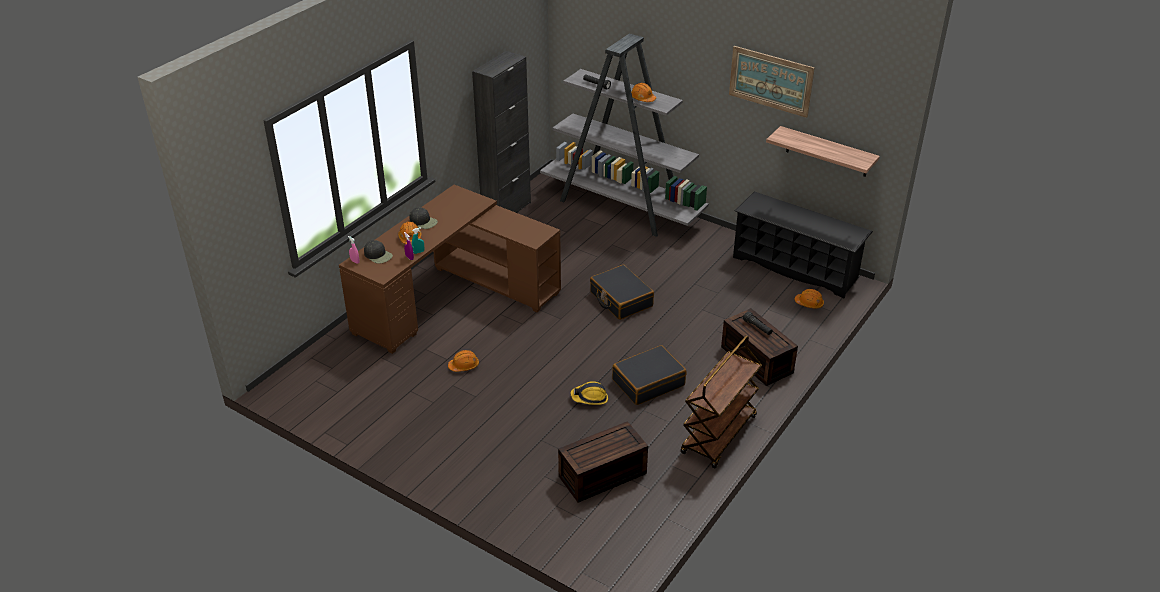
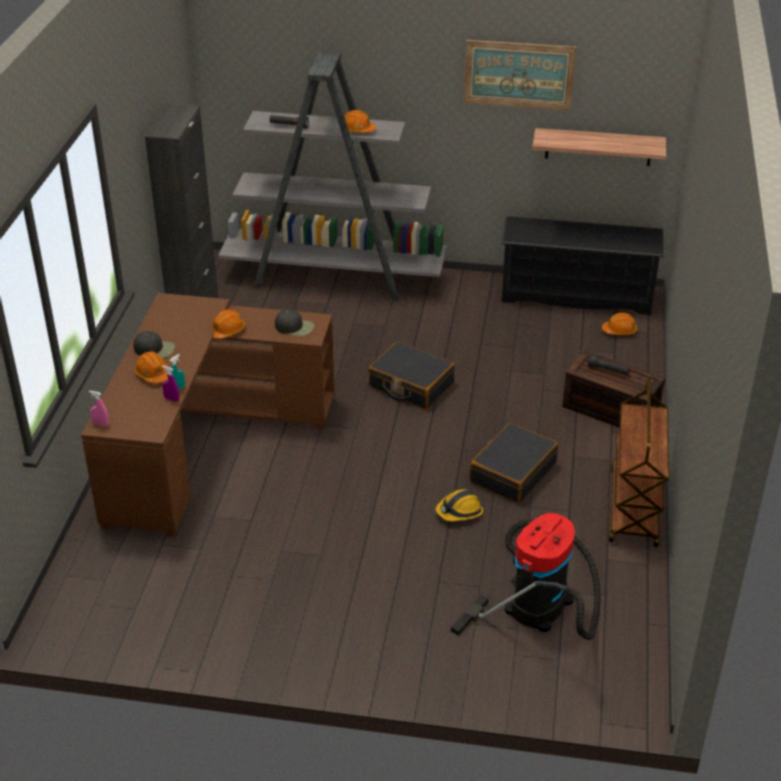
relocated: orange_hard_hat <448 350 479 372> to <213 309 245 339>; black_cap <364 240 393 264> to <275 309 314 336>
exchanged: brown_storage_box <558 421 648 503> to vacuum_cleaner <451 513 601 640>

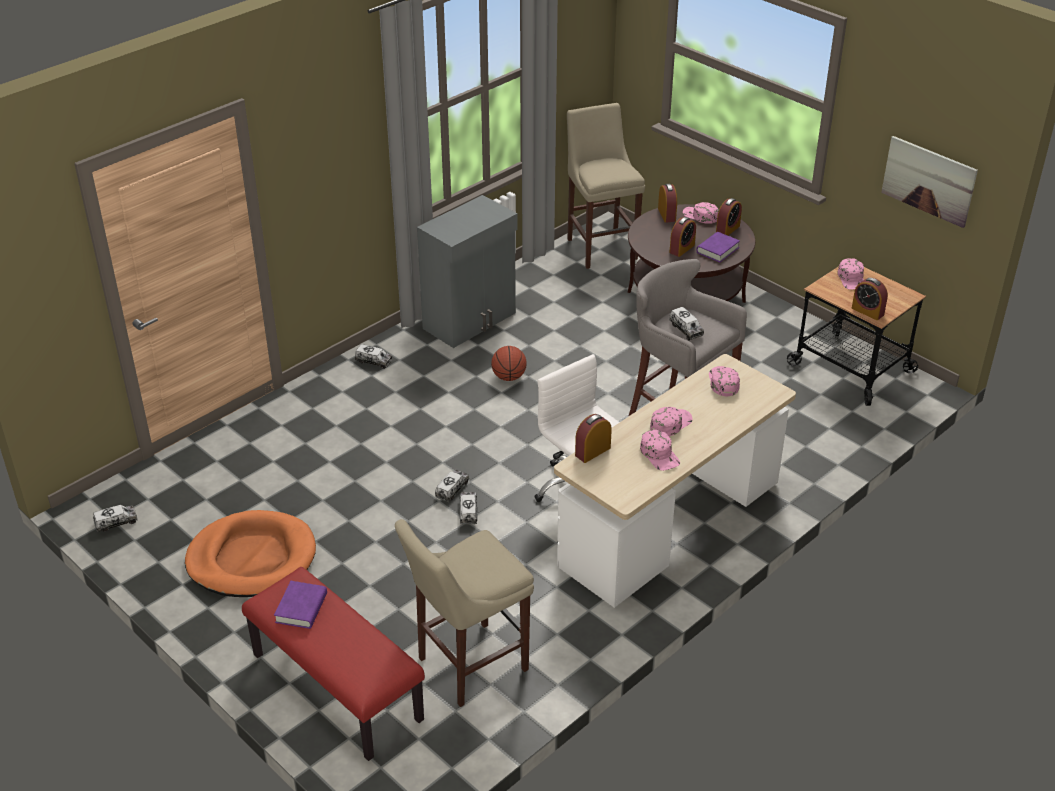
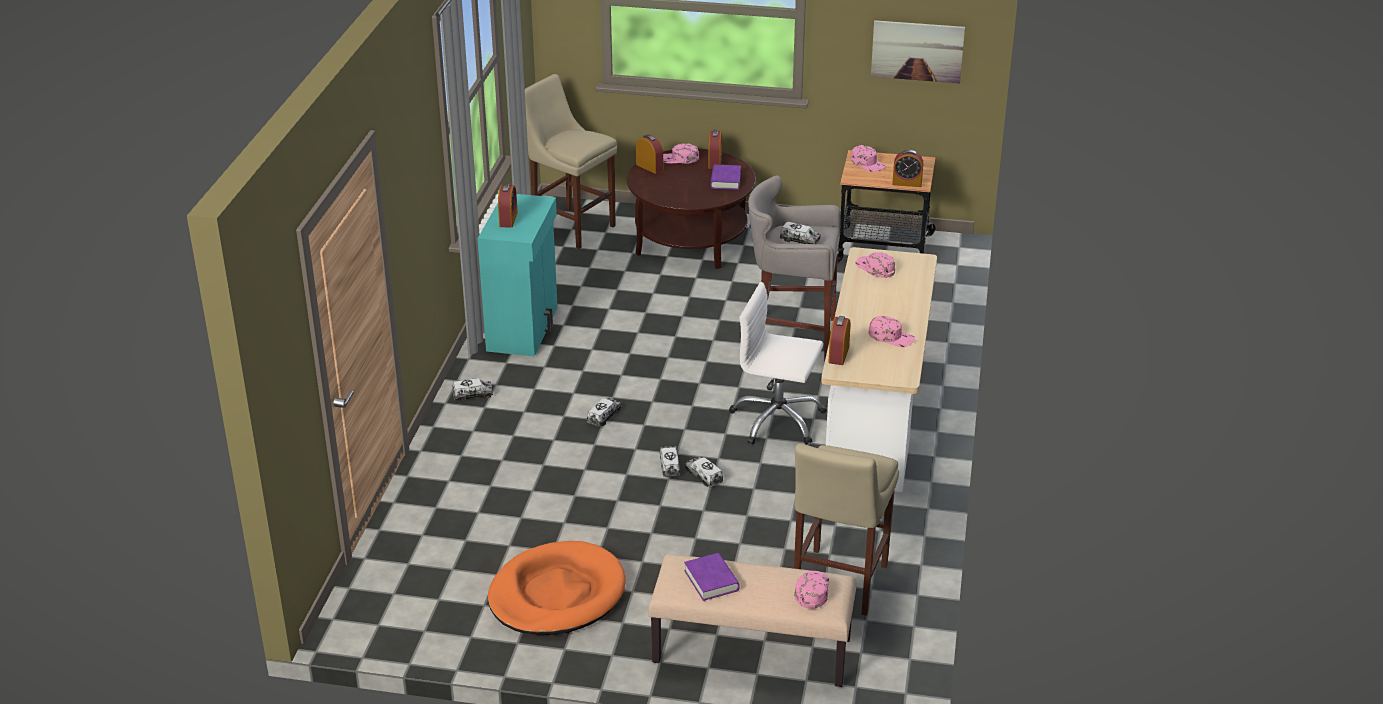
missing: basketball <491 346 527 381>
relocated: alarm_clock <669 217 696 257> to <498 183 518 228>; toy_truck <93 505 138 532> to <587 398 622 427>; pink_cap <650 407 693 436> to <794 571 829 609>
colour: grey_cabinet <417 195 518 348> to turquoise_cabinet <477 194 558 356>; red_bench <242 567 425 761> to beige_bench <648 554 856 687>

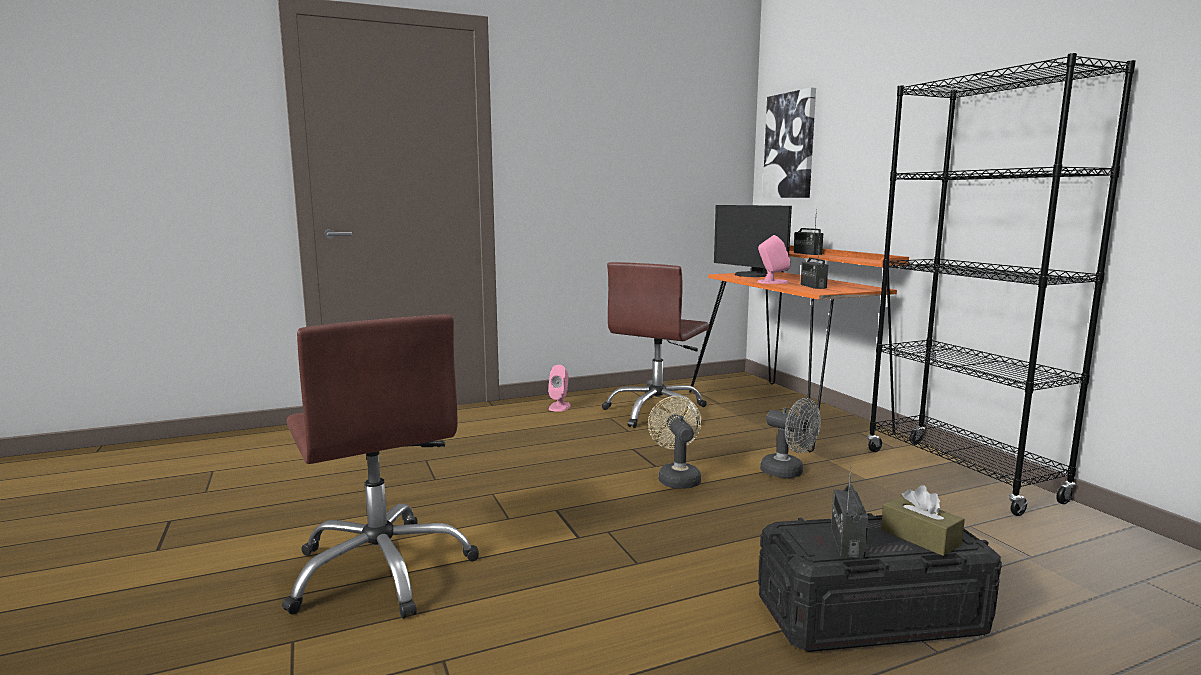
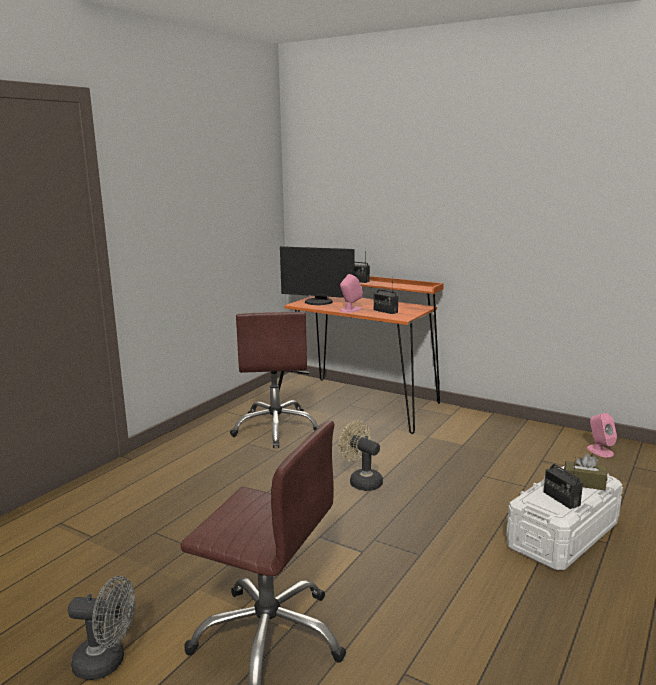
missing: picture <762 87 816 198>; black_bookcase <867 53 1136 516>
relocated: grey_fan <760 398 821 478> to <68 576 135 680>; pink_speaker <548 365 571 412> to <587 413 617 457>
colour: black_storage_box <758 513 1002 652> to white_storage_box <506 465 623 570>

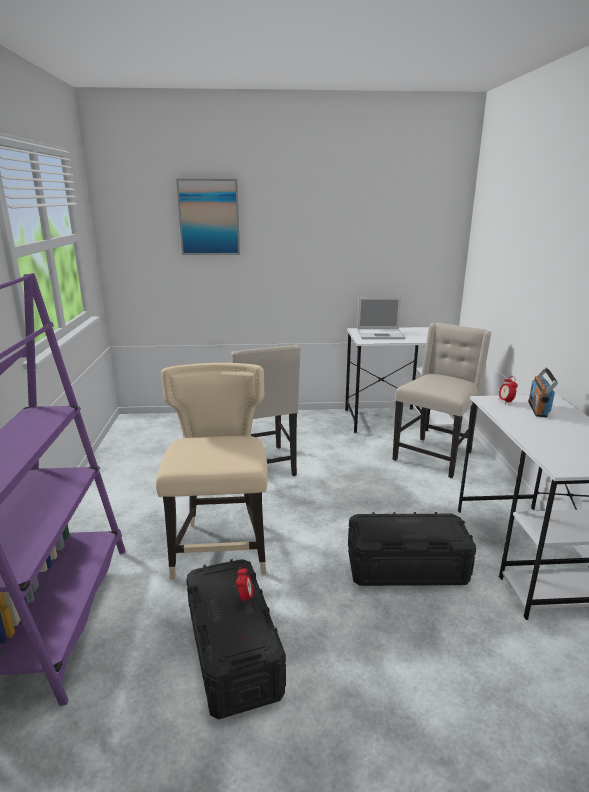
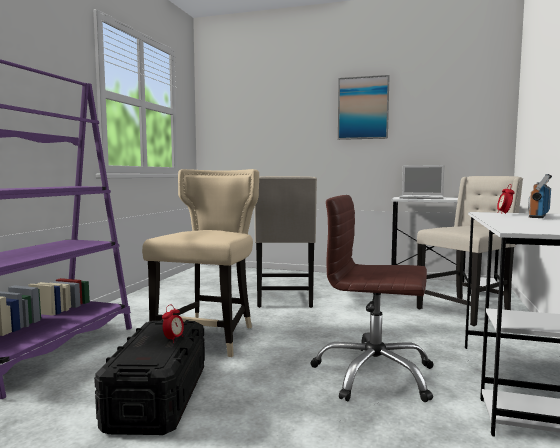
relocated: picture <176 179 240 255> to <338 75 390 140>
exchanged: black_storage_box <348 512 476 586> to brown_office_chair <311 195 433 402>

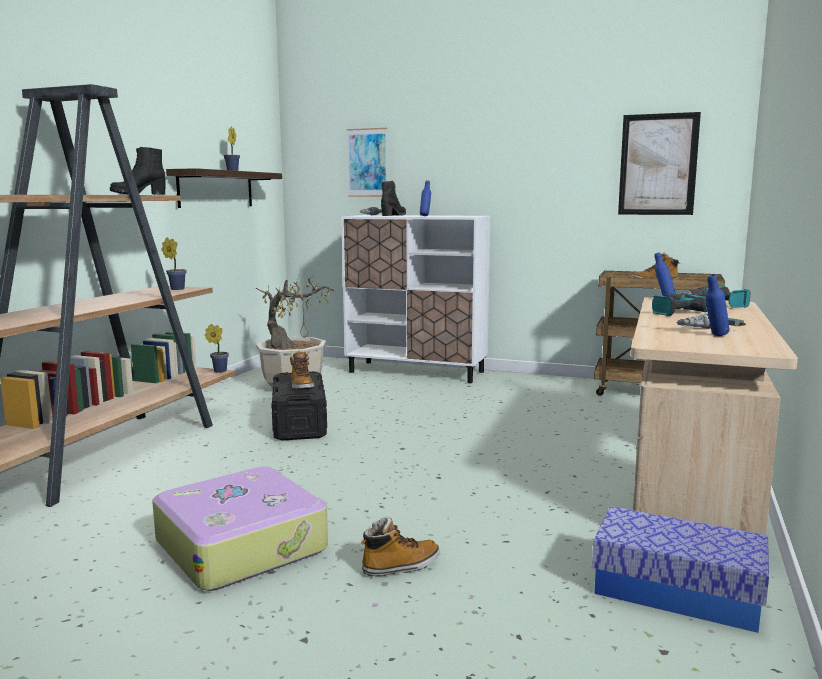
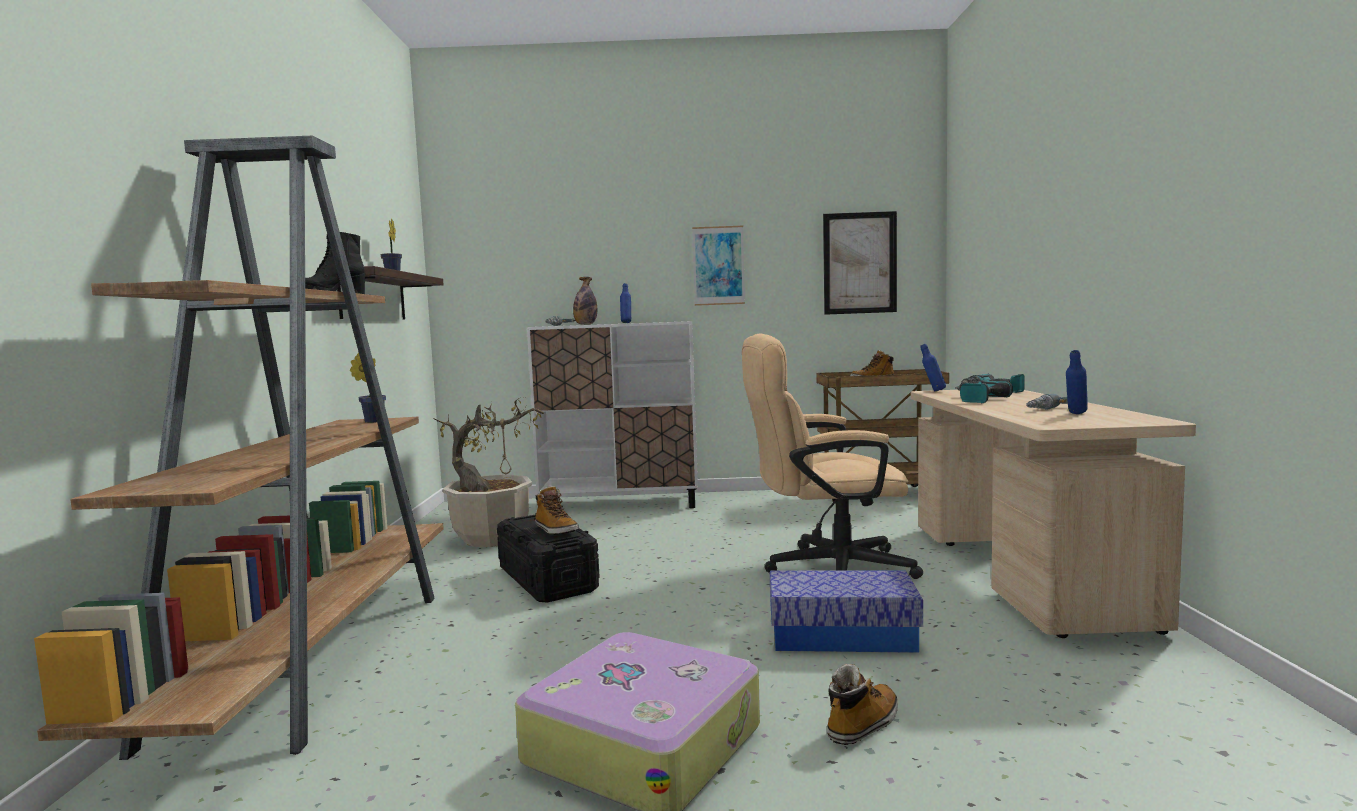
missing: potted_plant <204 324 229 372>
appeared: beige_office_chair <742 334 923 579>
relocated: picture <347 128 388 197> to <692 226 745 306>; storage_box <592 506 769 633> to <770 570 923 653>
exchanged: black_boot <381 181 406 216> to bottle <573 277 597 325>

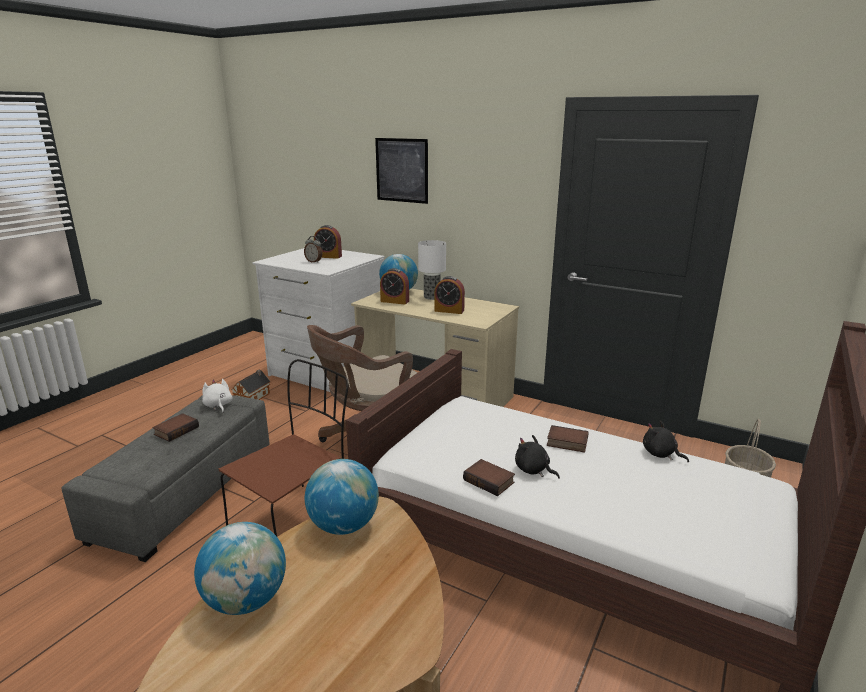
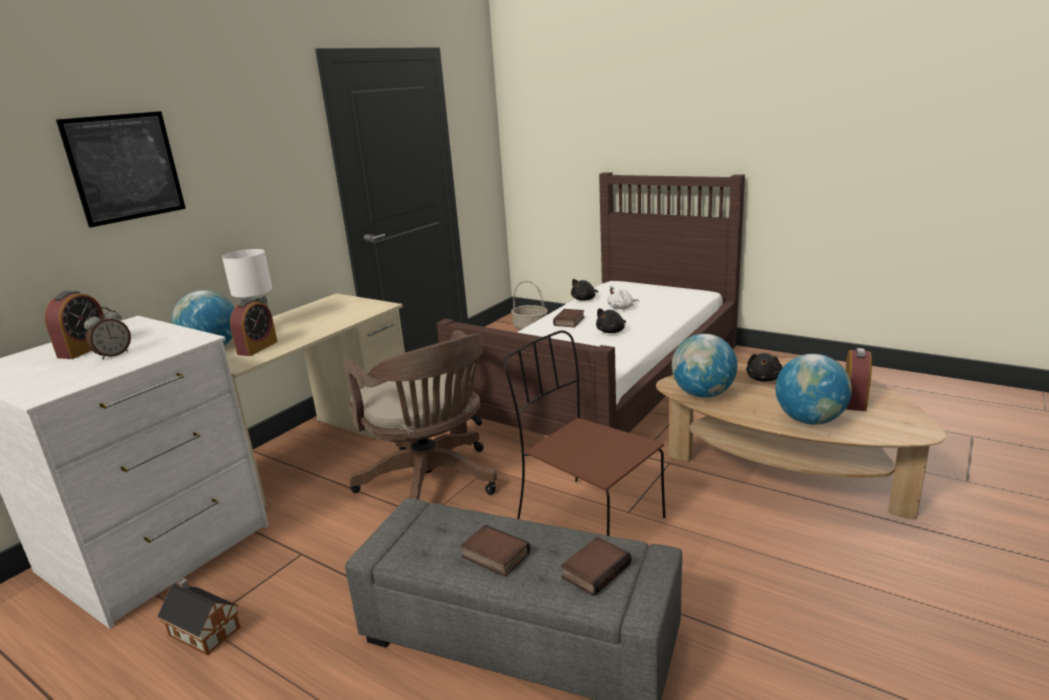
appeared: black_plush_toy <746 353 783 382>
relocated: book <463 459 515 496> to <561 537 631 596>; white_plush_toy <202 379 232 413> to <607 286 639 309>; alarm_clock <434 276 465 314> to <845 348 872 411>

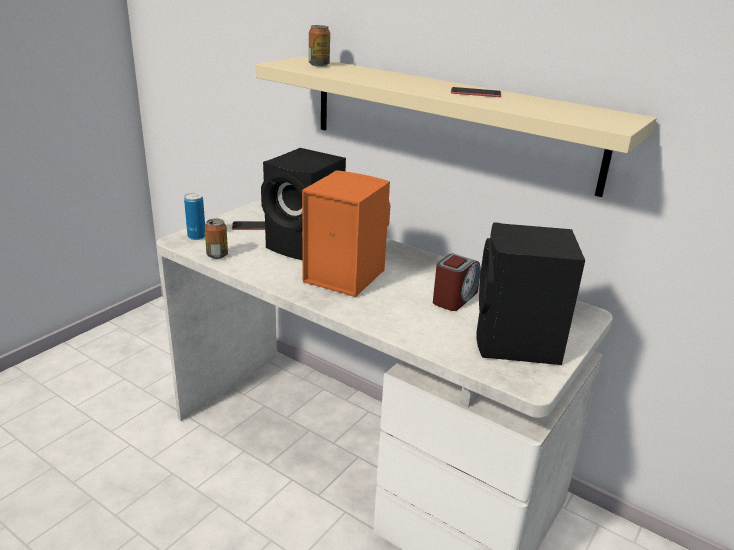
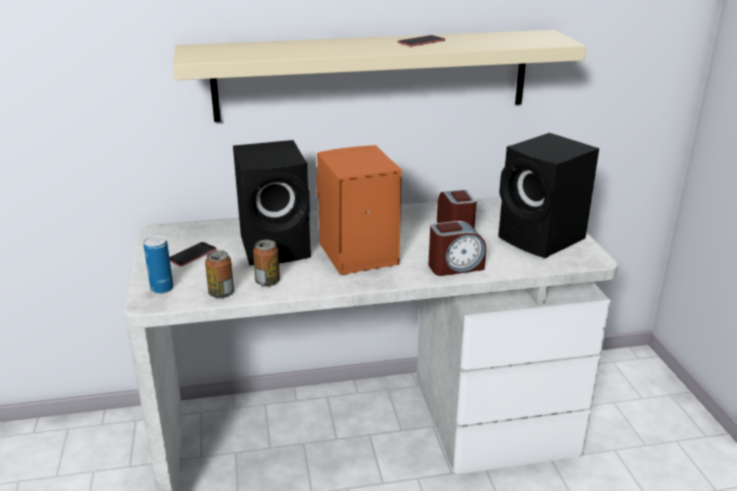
appeared: alarm_clock <428 221 486 276>
relocated: can <309 25 330 67> to <253 240 280 287>

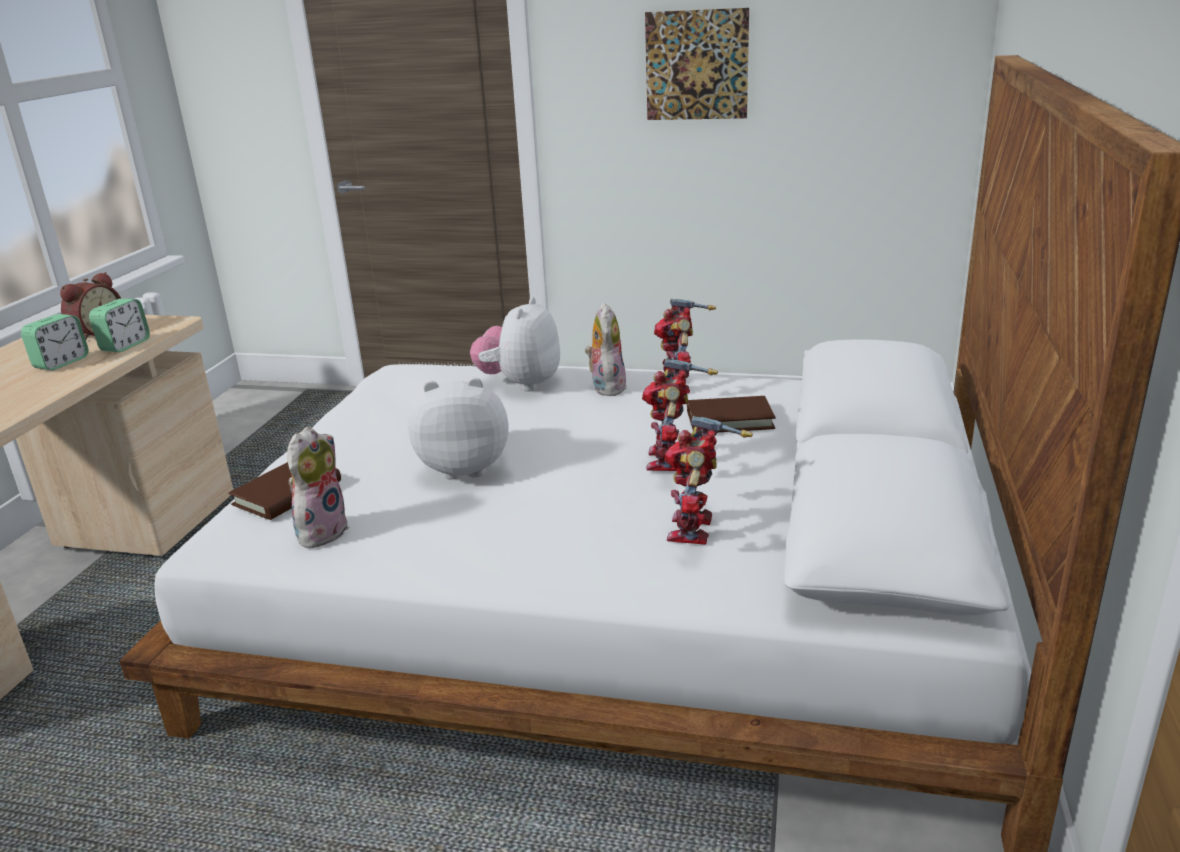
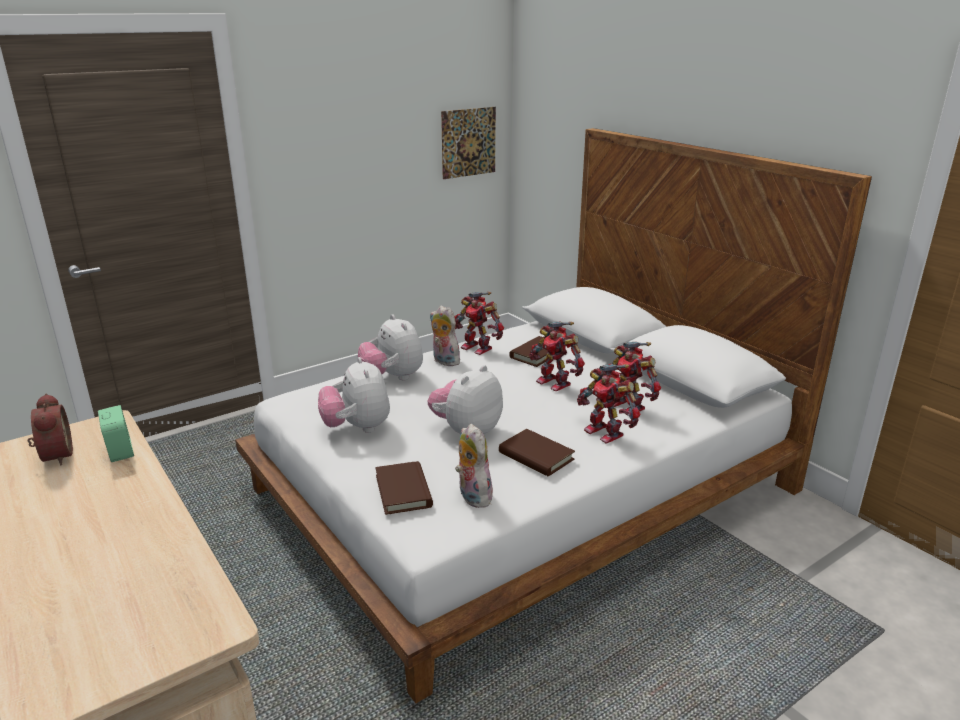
missing: alarm_clock <21 314 89 371>
appeared: plush_toy <318 357 390 433>; brown_book <499 429 575 476>; toy_robot <577 364 641 443>
relocated: picture <645 8 749 120> to <441 107 496 179>

